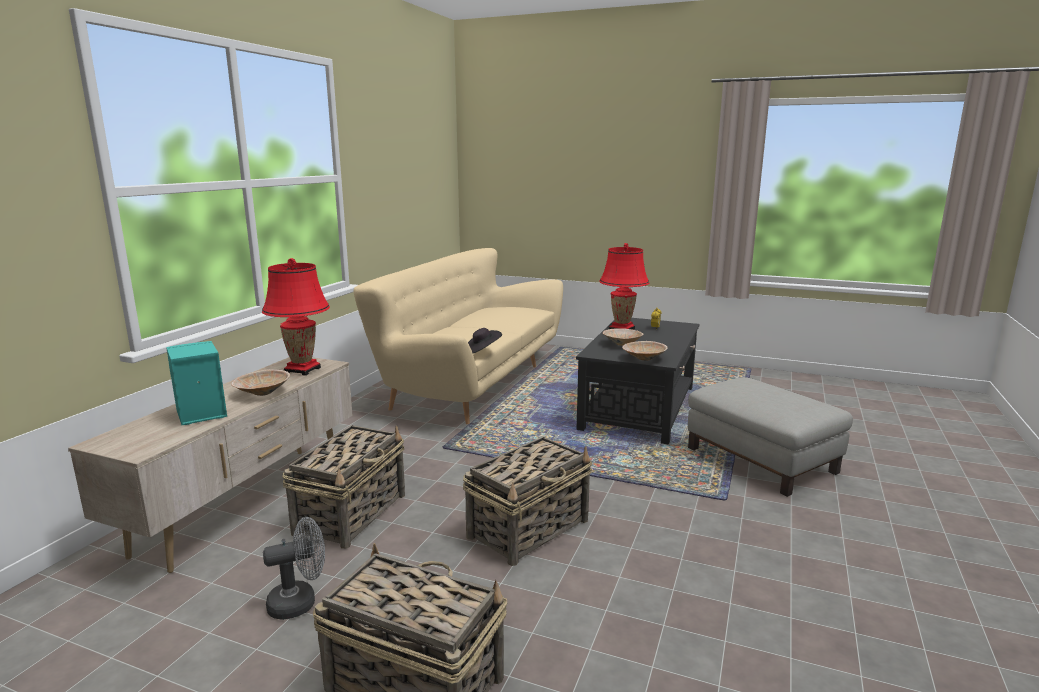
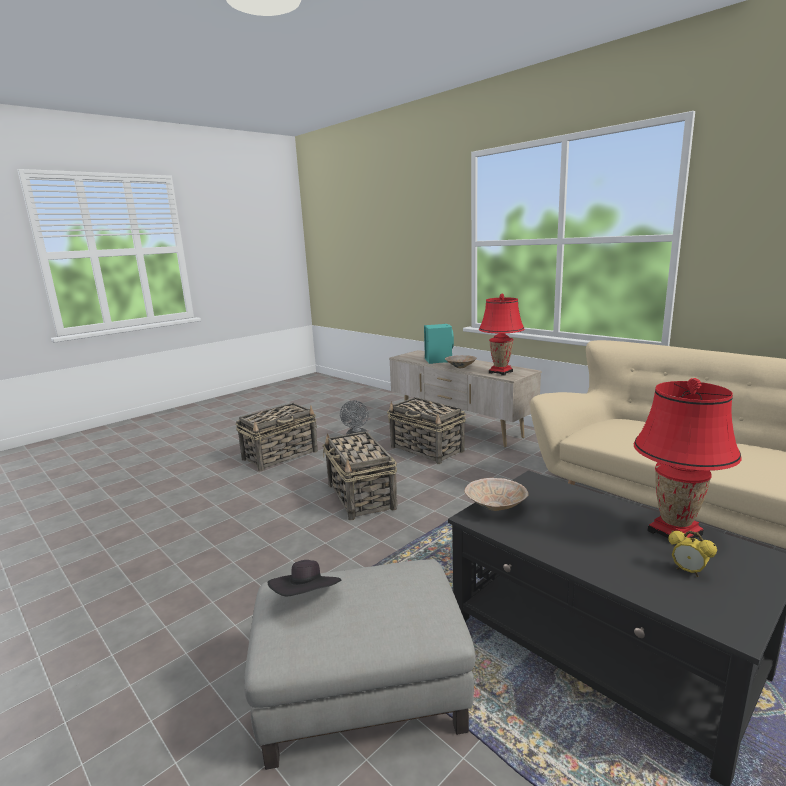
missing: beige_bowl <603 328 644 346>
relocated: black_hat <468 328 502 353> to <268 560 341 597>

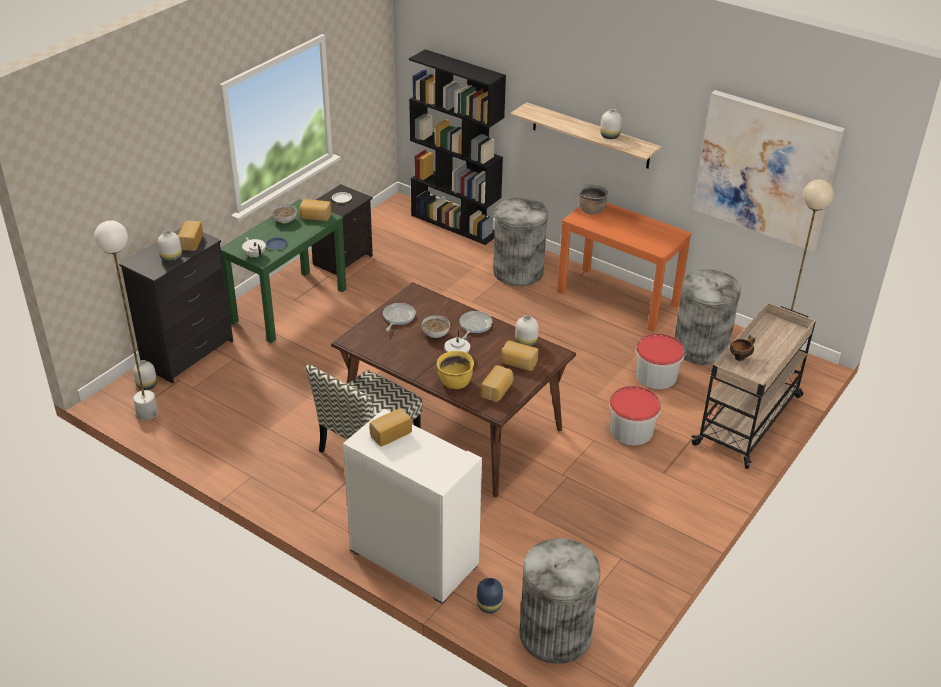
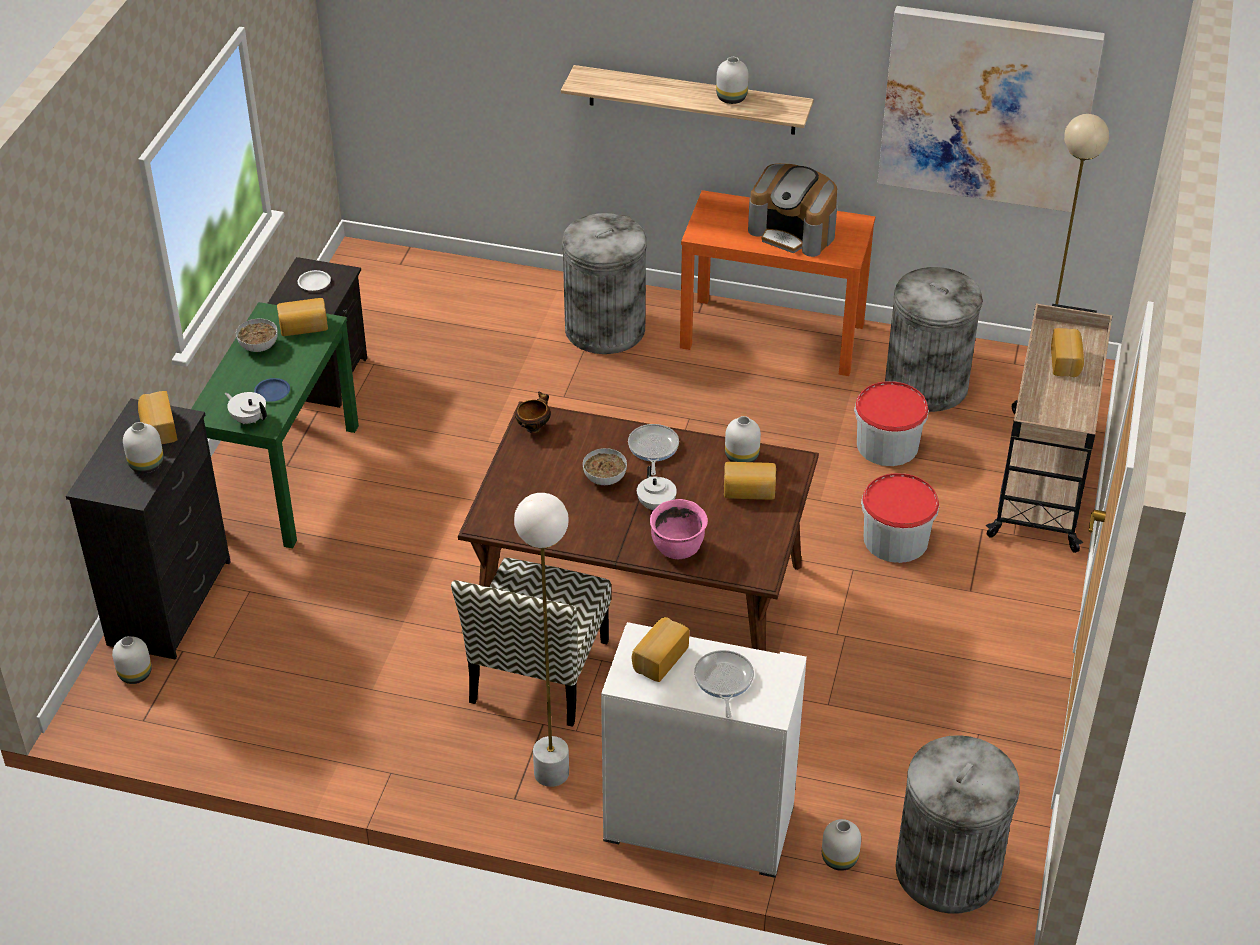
missing: black_bookcase <409 49 506 245>; brown_cooking_pot <578 184 608 215>
appeared: coffee_machine <748 163 837 257>
relocated: white_floor_lamp <94 220 158 420> to <514 493 569 787>; bowl <730 335 755 361> to <515 391 551 433>; frying_pan <383 303 416 331> to <694 650 754 718>; bread <481 365 513 402> to <1051 328 1084 377>
colour: yellow_cooking_pot <437 351 474 389> to pink_cooking_pot <650 499 708 559>; blue_vase <477 578 503 613> to white_vase <822 819 861 871>

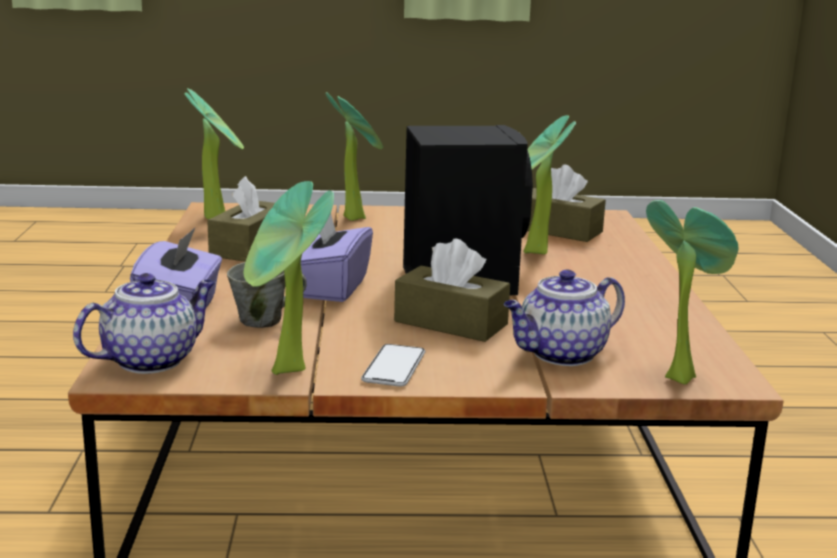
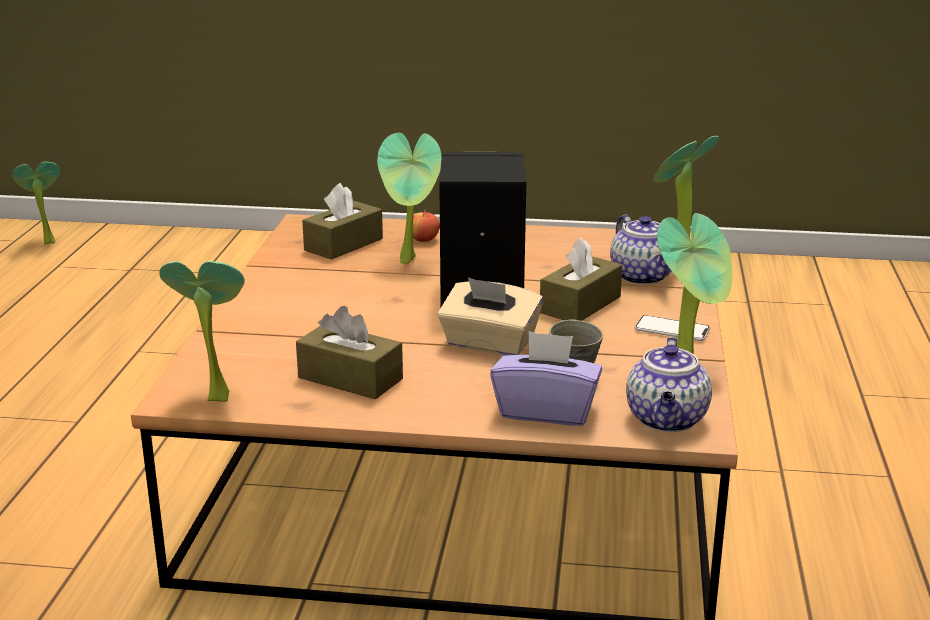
appeared: apple <413 209 440 242>
relocated: potted_plant <325 92 383 221> to <12 162 60 244>
colour: purple_tissue_box <301 213 373 302> to beige_tissue_box <438 277 543 356>
spun: teapot <73 273 215 374> = <626 337 712 432> 135 degrees counterclockwise

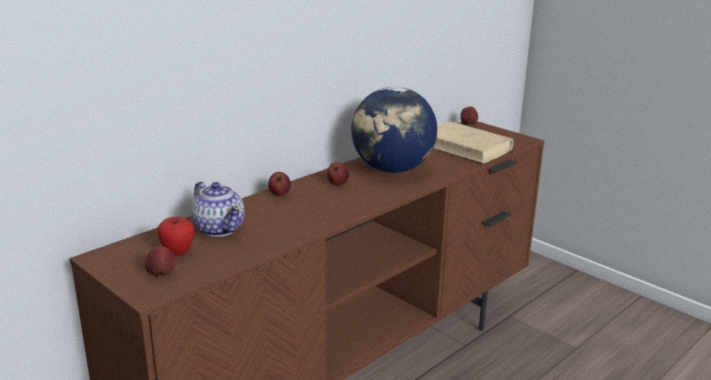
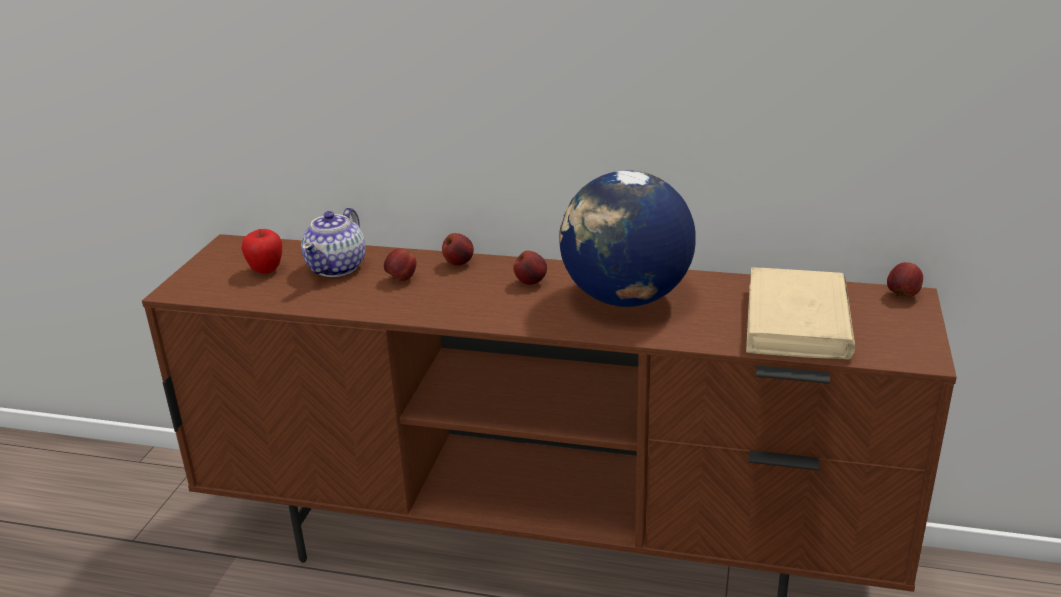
relocated: apple <145 246 175 277> to <384 248 416 281>

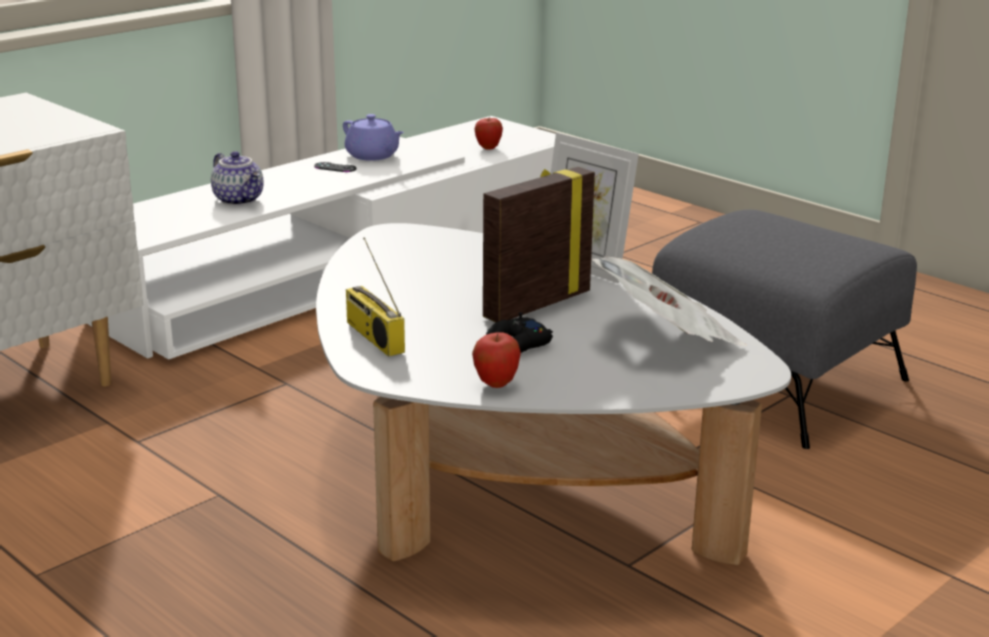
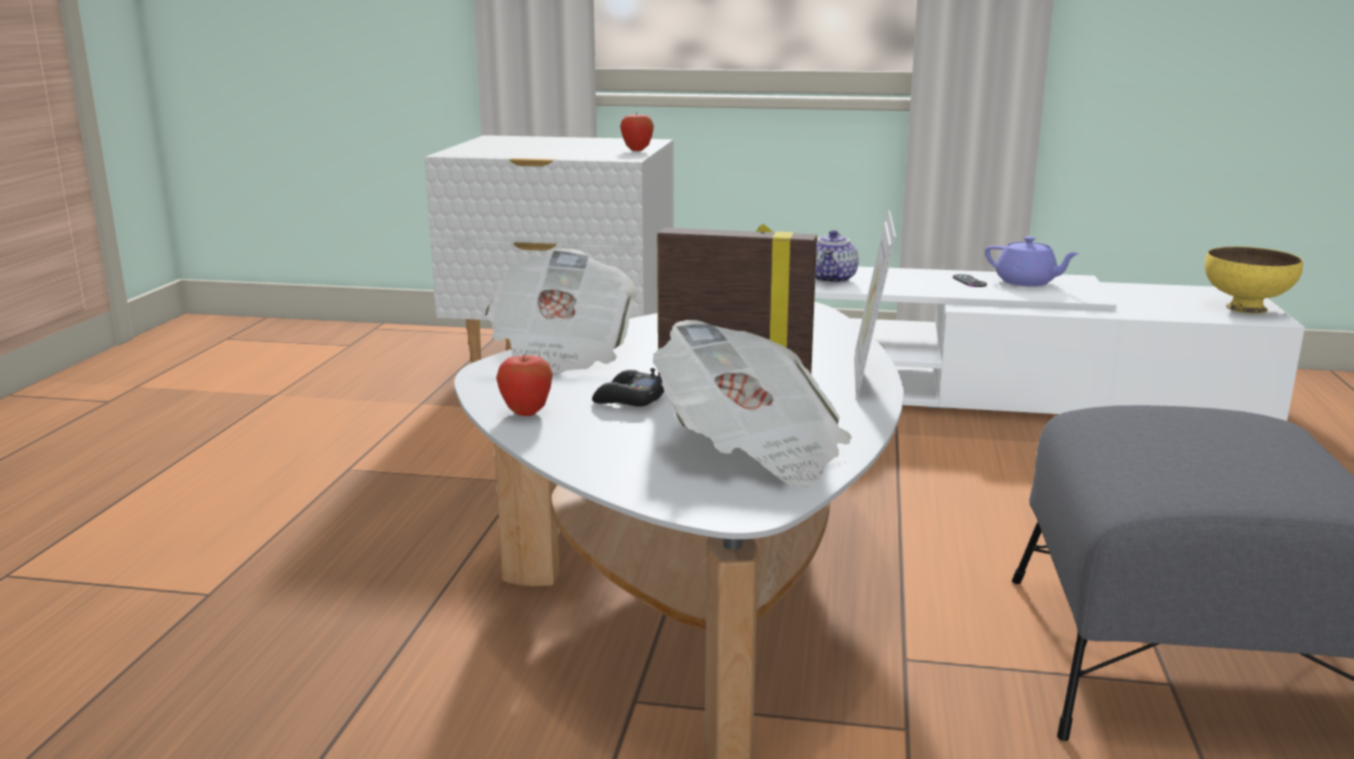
appeared: yellow_bowl <1205 246 1303 313>
relocated: apple <474 117 503 150> to <620 113 654 151>
exchanged: radio <346 238 405 357> to newspaper <485 248 638 375>
spun: purple_teapot <343 114 404 161> = <985 236 1080 287> 60 degrees counterclockwise

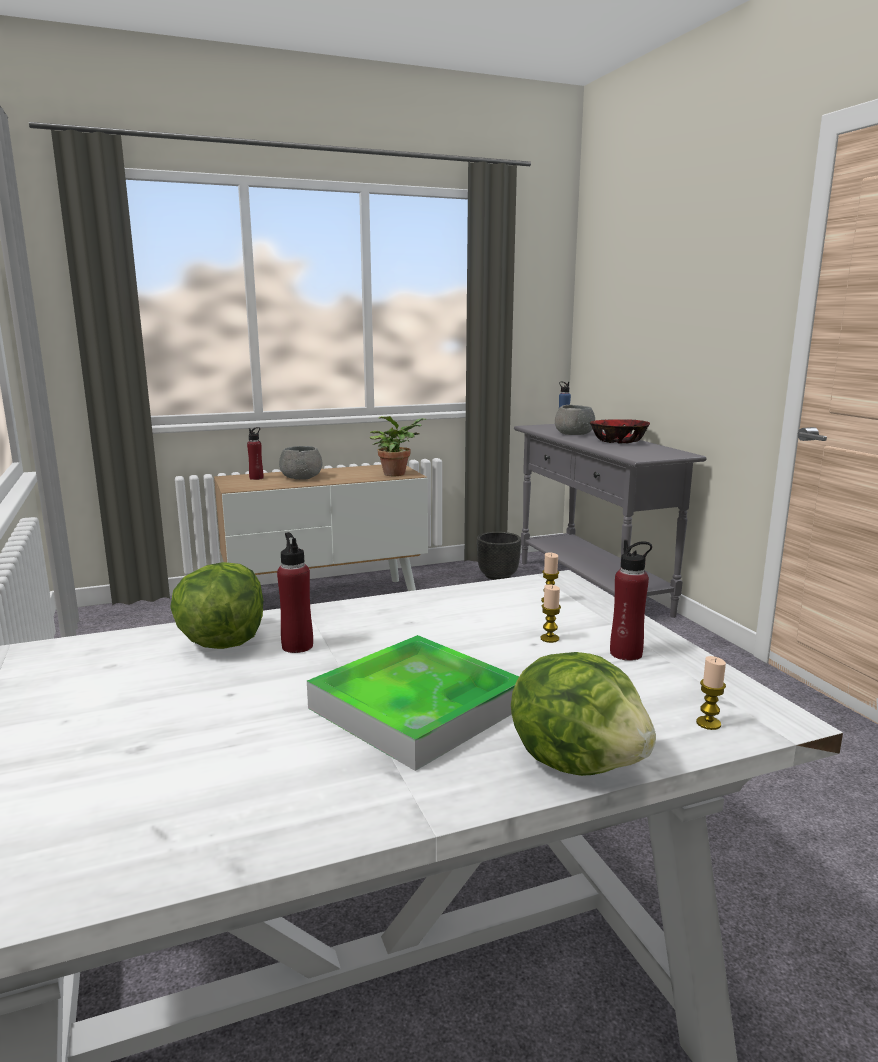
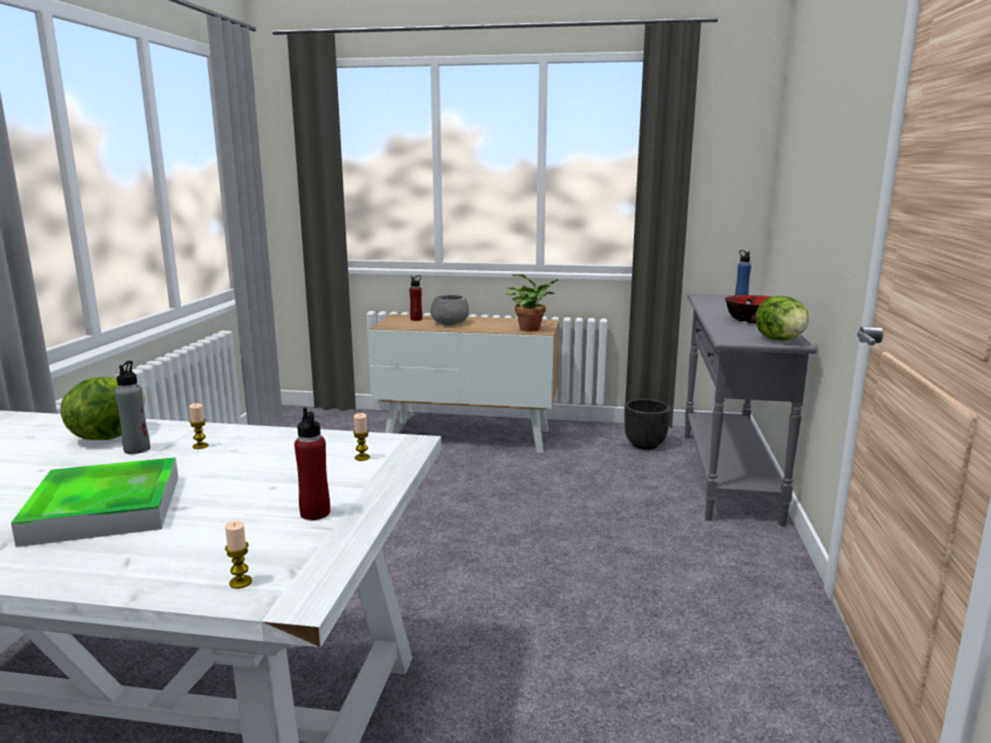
missing: grey_bowl <555 405 595 435>
relocated: candle <540 584 561 643> to <189 403 208 449>; lettuce <511 652 656 776> to <756 296 809 341>
colour: red_bottle <277 532 313 653> to grey_bottle <115 361 150 454>

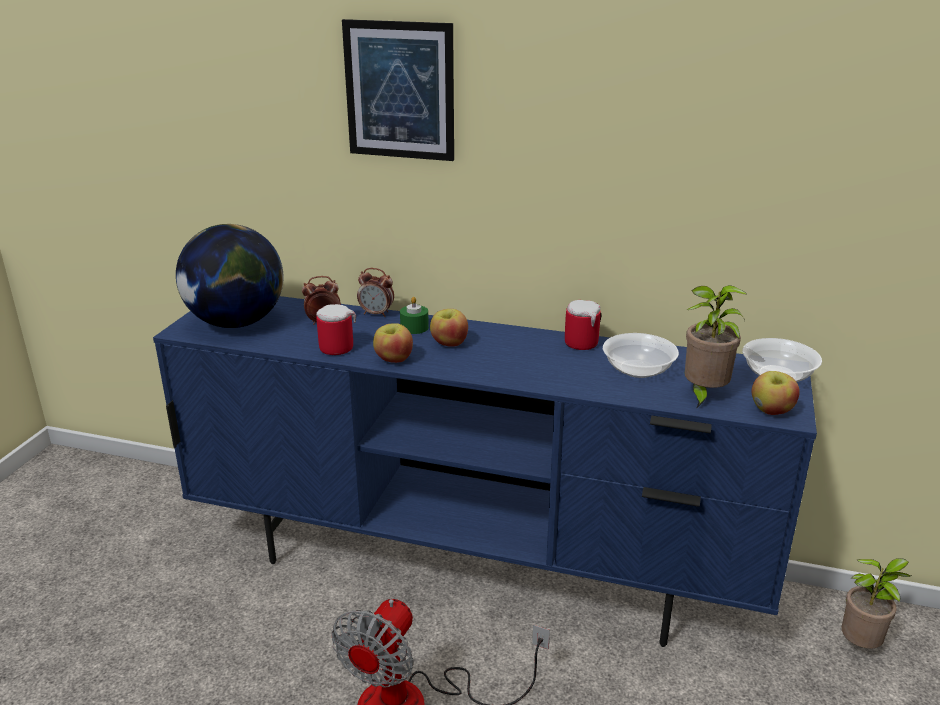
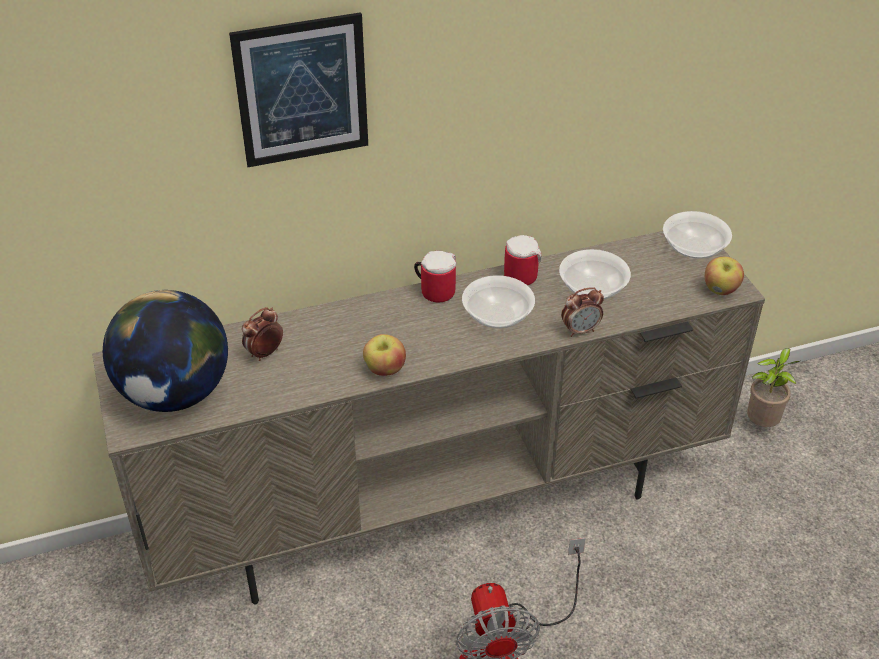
missing: green_candle <400 297 429 334>; apple <430 309 468 347>; potted_plant <685 285 748 409>
appeared: bowl <462 275 535 328>
relocated: mug <316 304 356 355> to <414 251 456 302>; alarm_clock <357 268 394 317> to <561 287 604 337>
colour: blue_tv_stand <153 296 817 647> to beige_tv_stand <92 231 765 605>

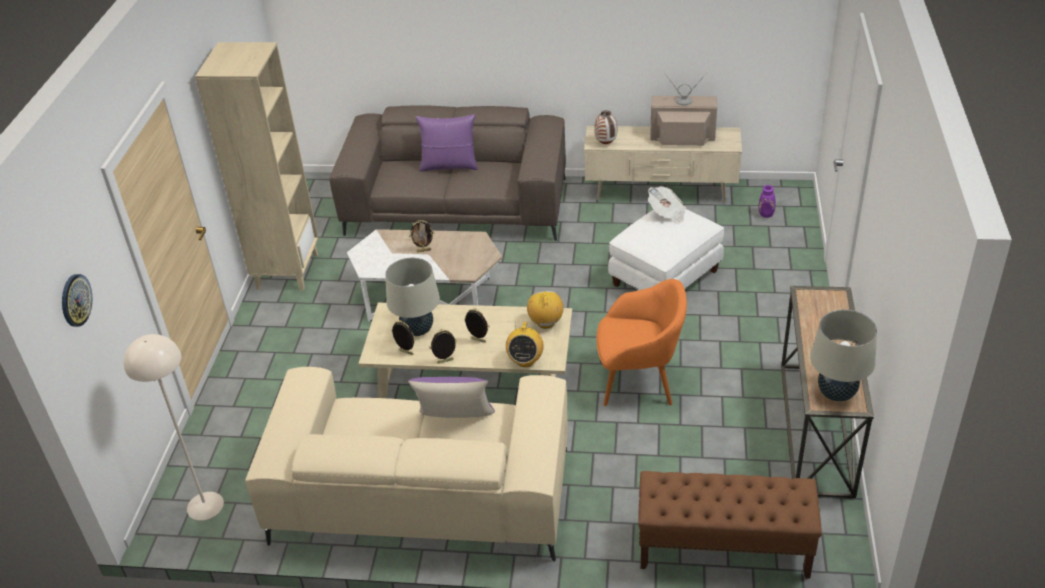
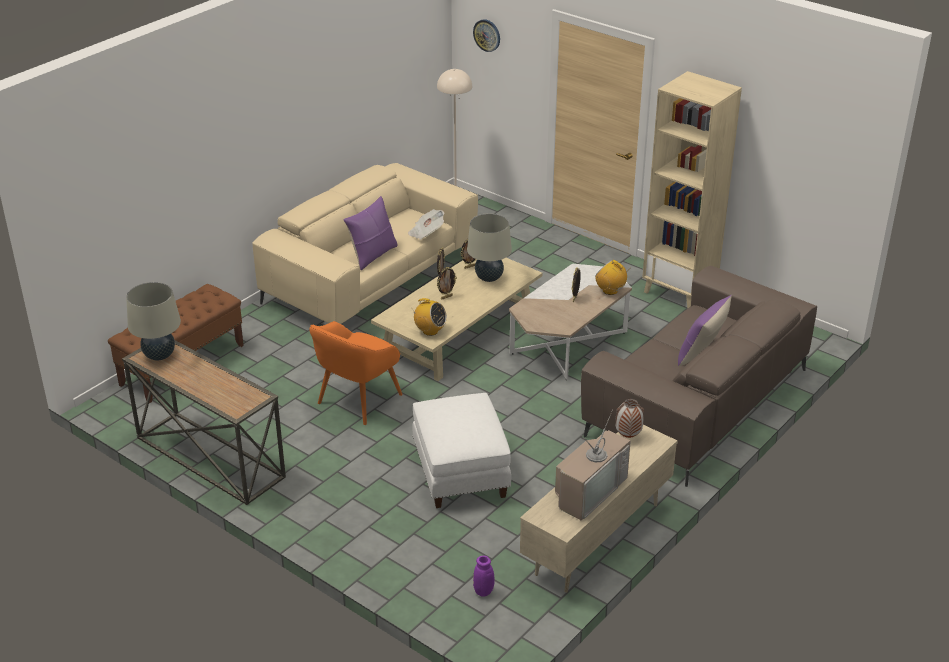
relocated: newspaper <648 187 686 223> to <408 210 445 240>; radio <506 322 544 367> to <595 260 631 295>

